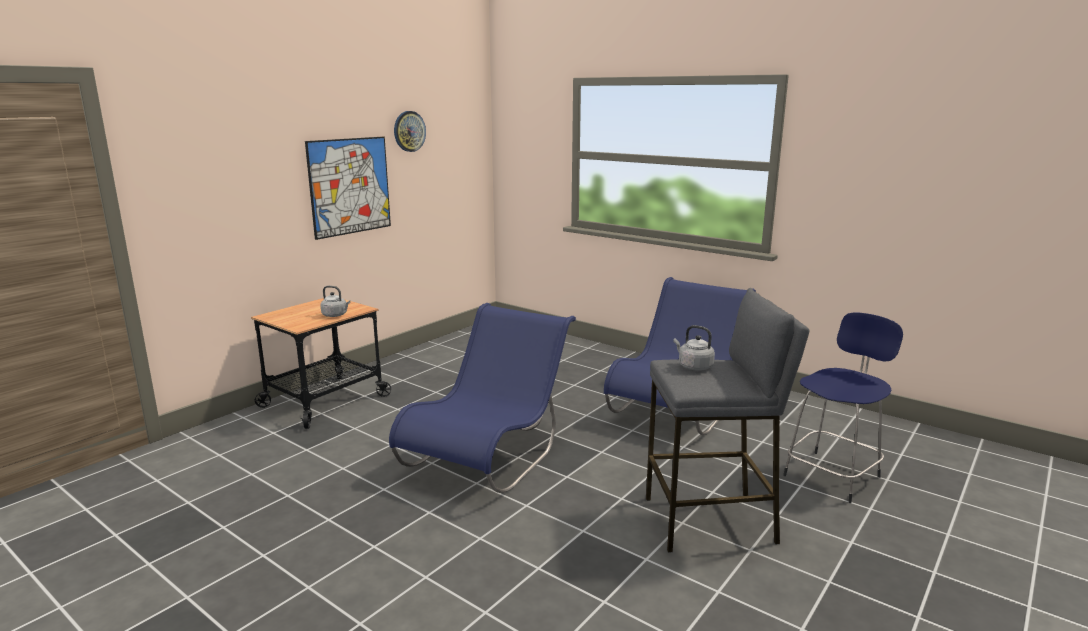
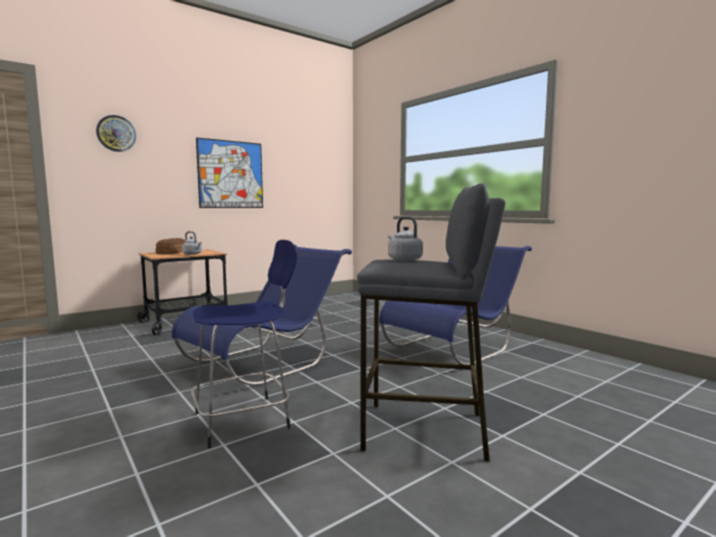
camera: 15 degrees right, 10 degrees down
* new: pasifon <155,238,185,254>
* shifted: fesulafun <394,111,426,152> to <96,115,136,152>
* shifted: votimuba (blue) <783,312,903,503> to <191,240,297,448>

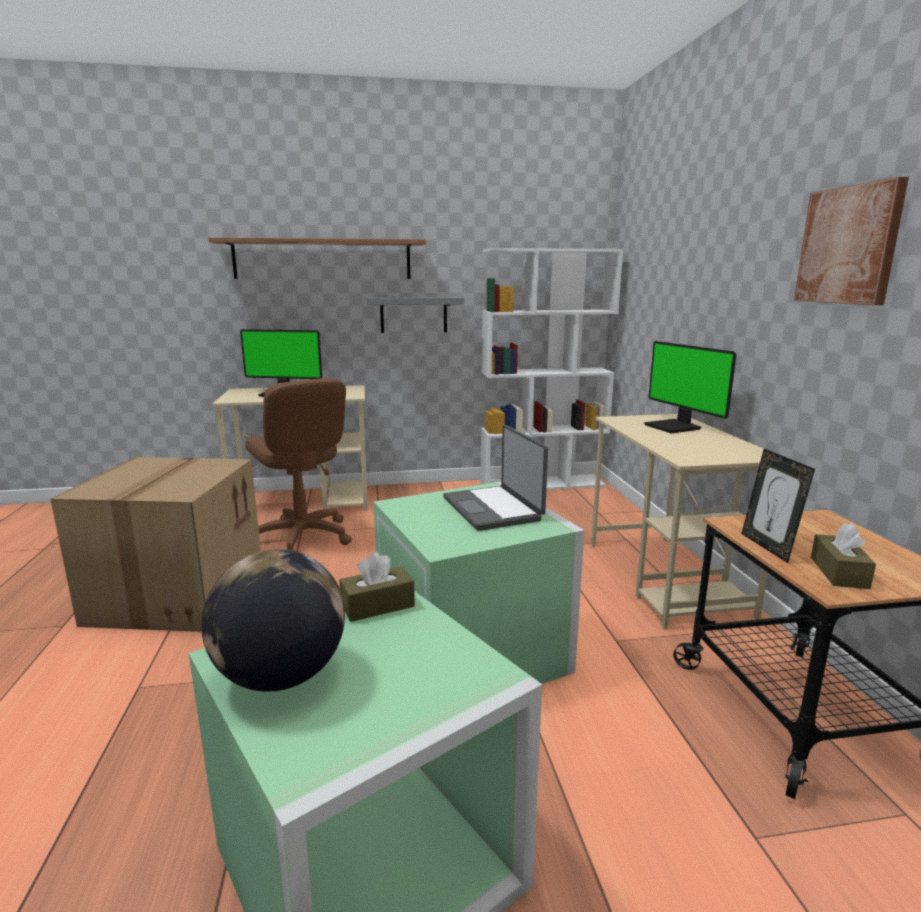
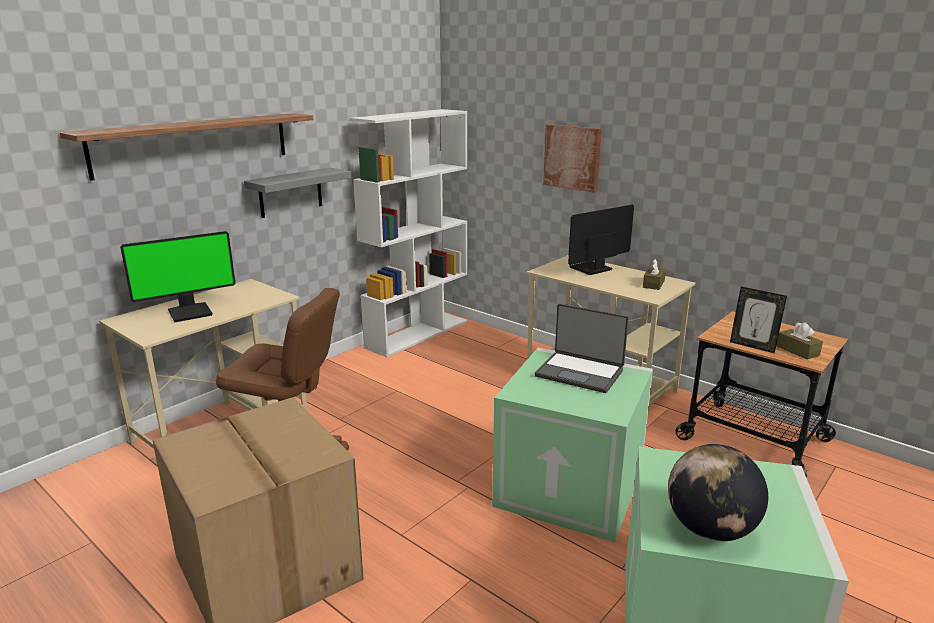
camera: 40 degrees left, 5 degrees up
* shifted: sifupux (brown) <339,552,415,622> to <643,259,666,290>
* shifted: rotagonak <794,177,909,305> to <543,124,602,193>
* rotated: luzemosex <644,341,737,433> = <568,205,634,275> 120 degrees clockwise

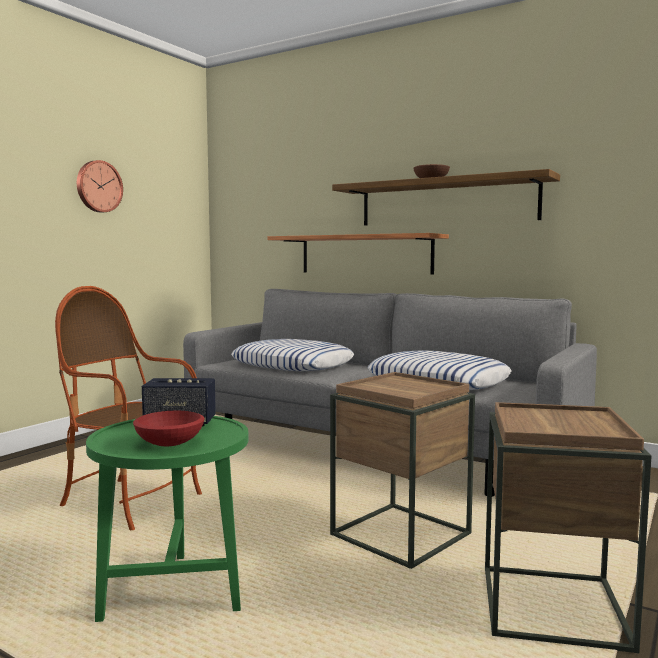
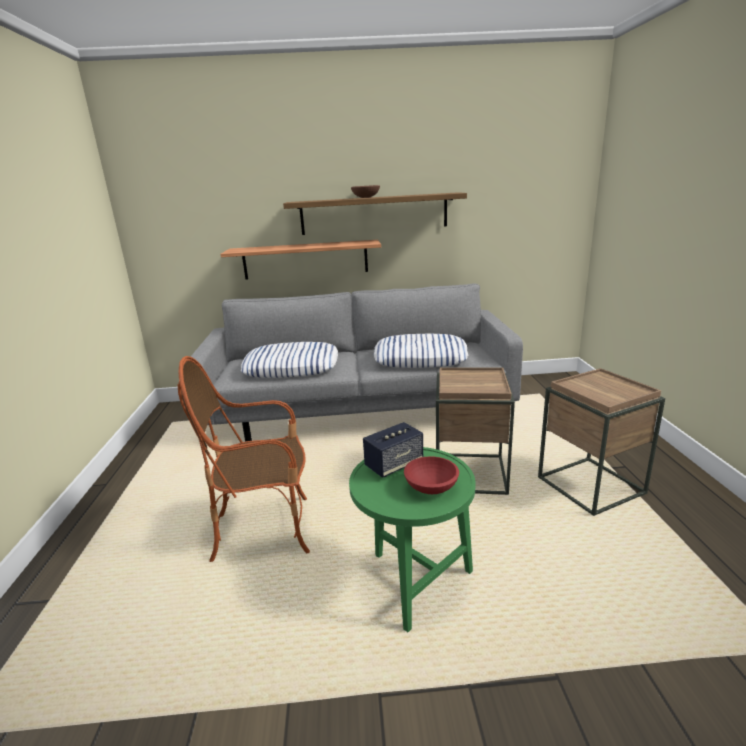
camera: 35 degrees left, 15 degrees up
* gone: fesulafun <77,160,123,213>

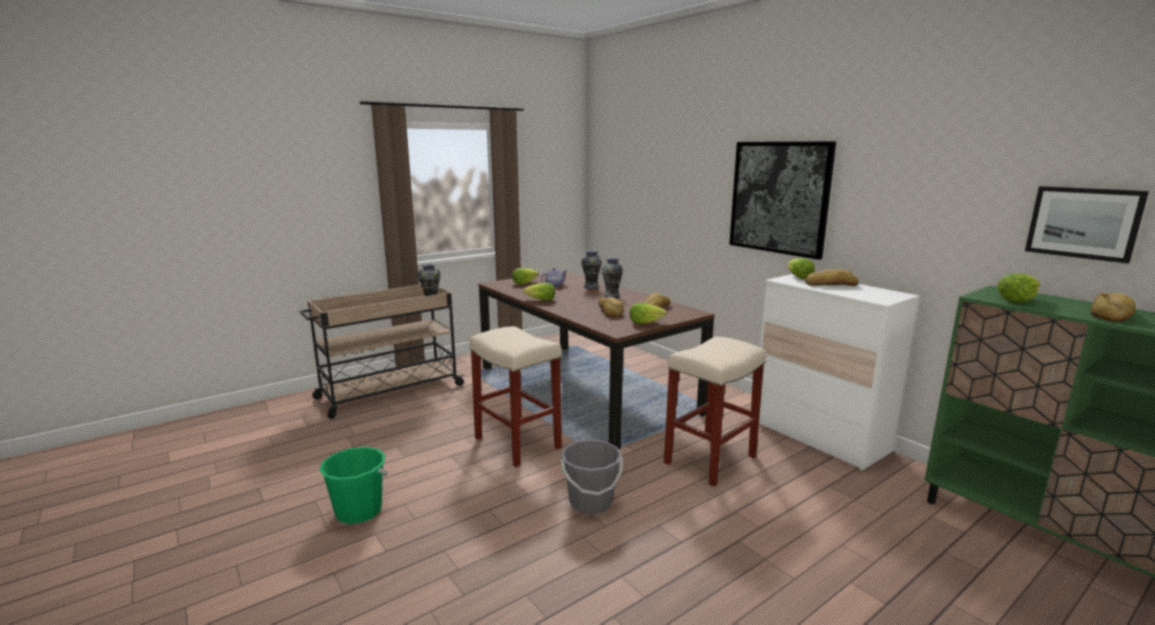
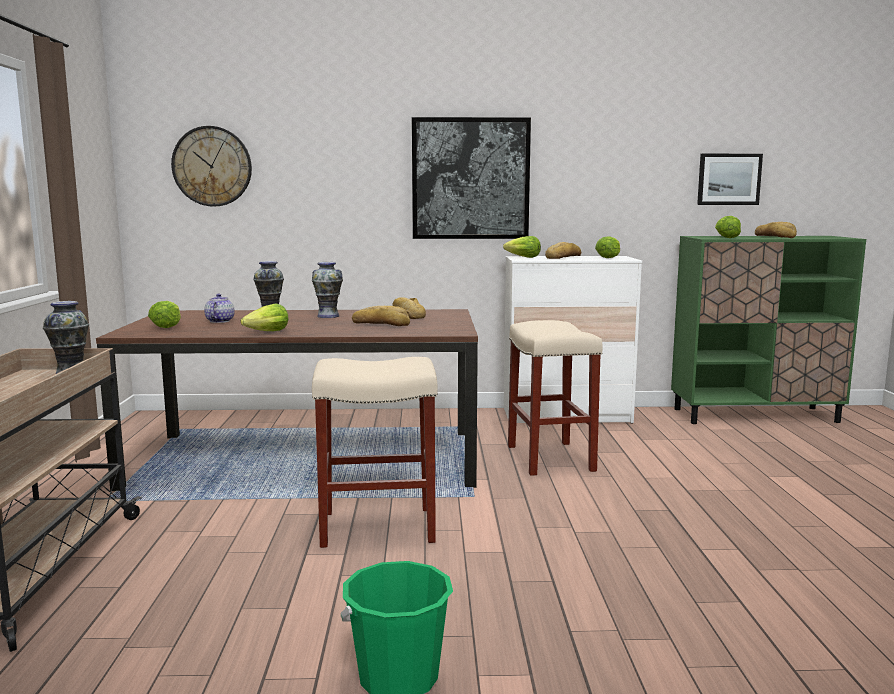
camera: 55 degrees left, 5 degrees down
* gone: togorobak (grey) <561,439,623,514>
* new: fesulafun <171,126,252,207>
* shifted: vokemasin <630,303,667,324> to <595,236,620,258>

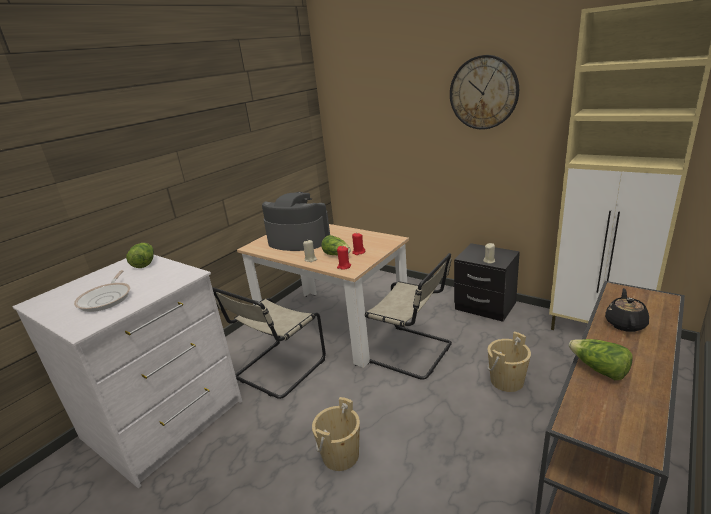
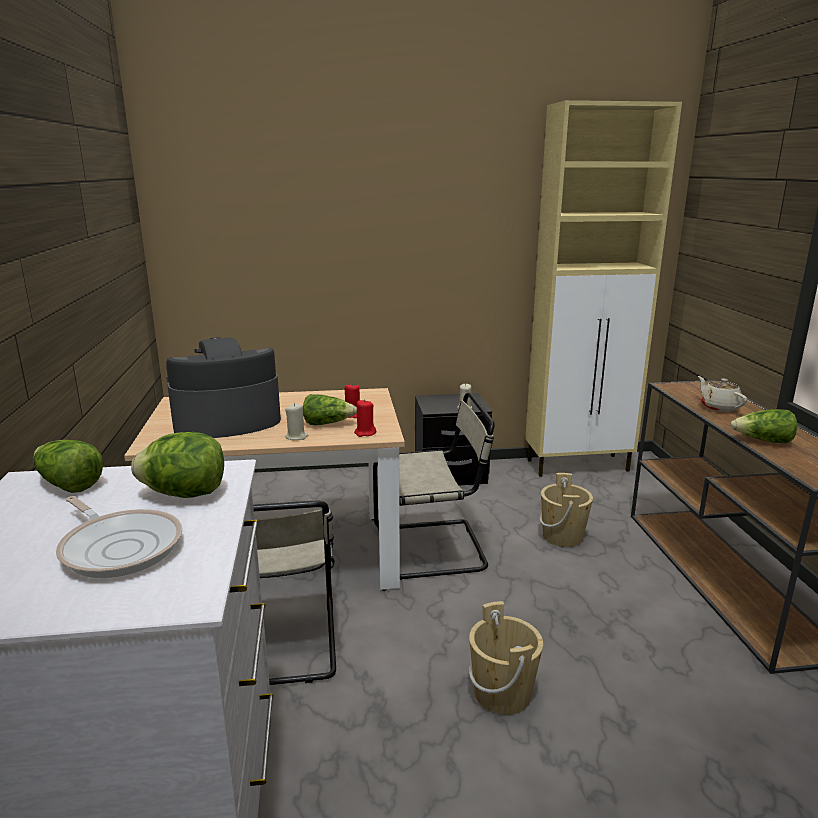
camera: 45 degrees left, 5 degrees down
* gone: fesulafun <450,55,519,130>
* new: vokemasin <131,432,224,498>
* repainted: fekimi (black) <605,288,649,332> to fekimi (beige) <698,376,747,412>

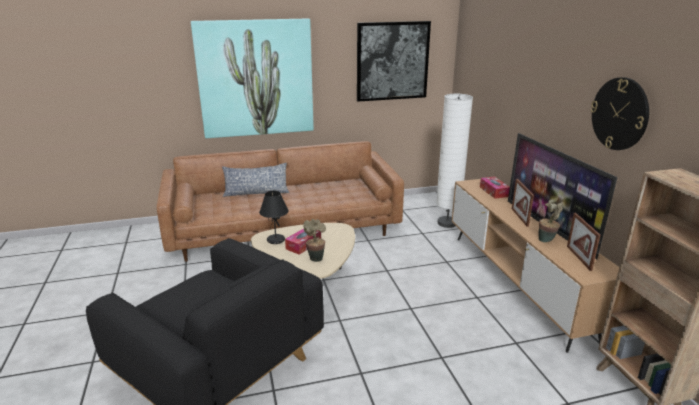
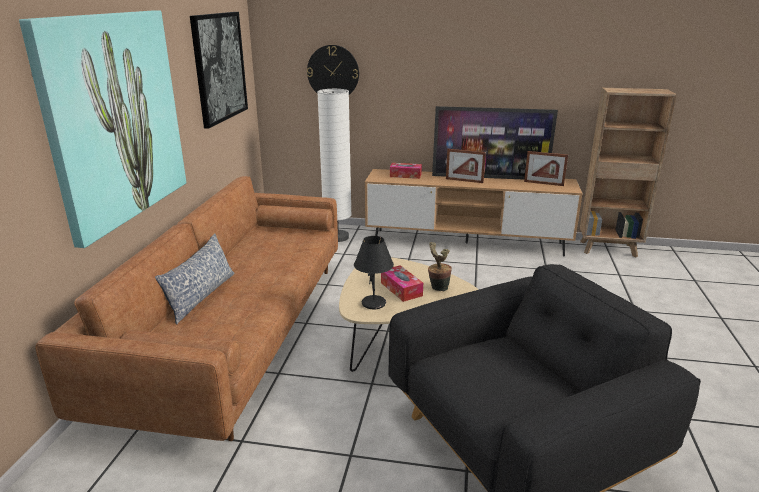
camera: 65 degrees left, 0 degrees up
* gone: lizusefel <538,199,563,243>
* shifted: fesulafun <590,77,649,150> to <307,45,359,95>

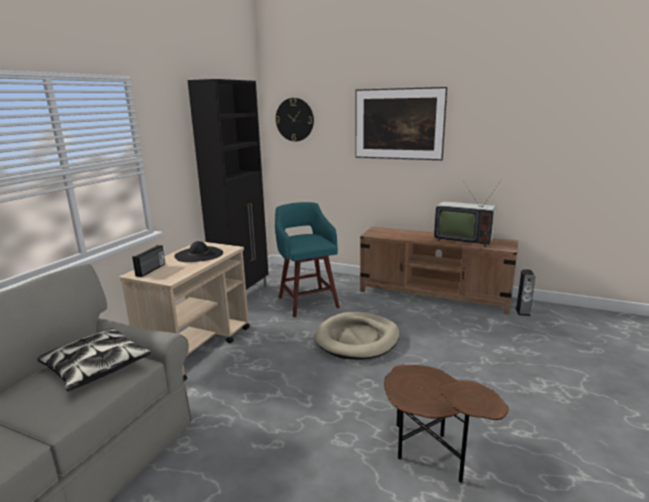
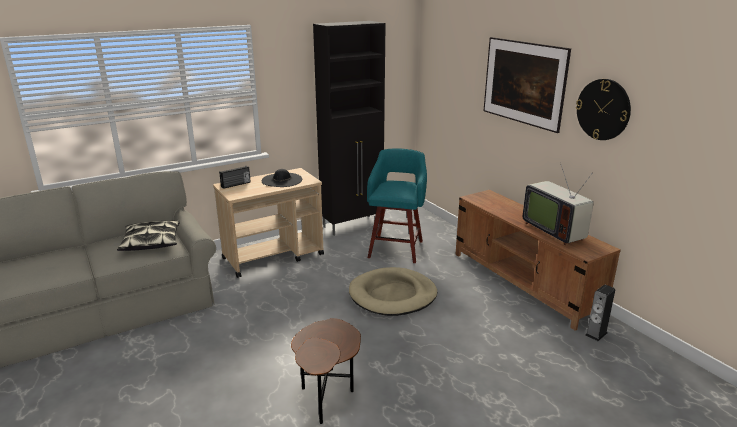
camera: 35 degrees right, 5 degrees up
* shifted: fesulafun <275,98,314,141> to <576,79,631,140>

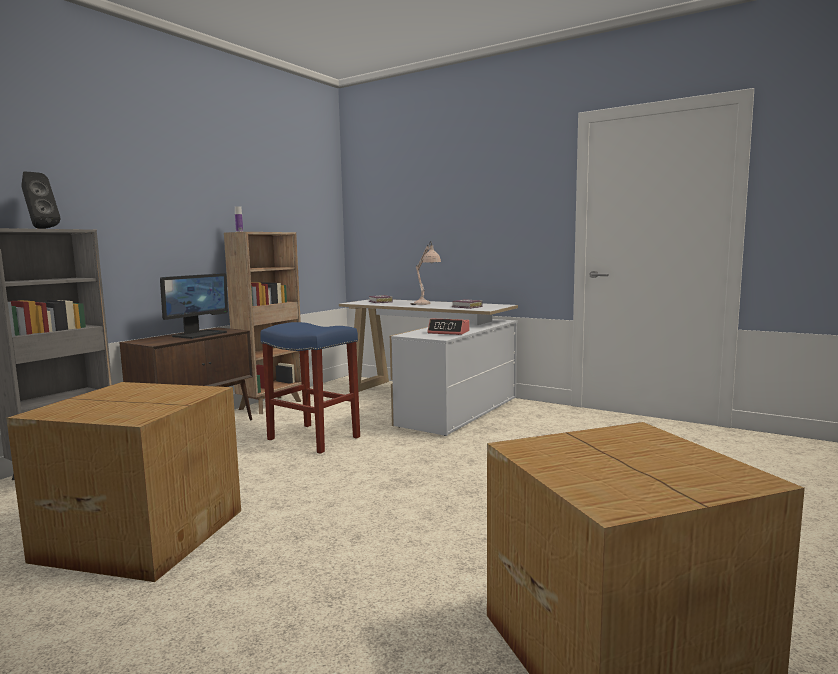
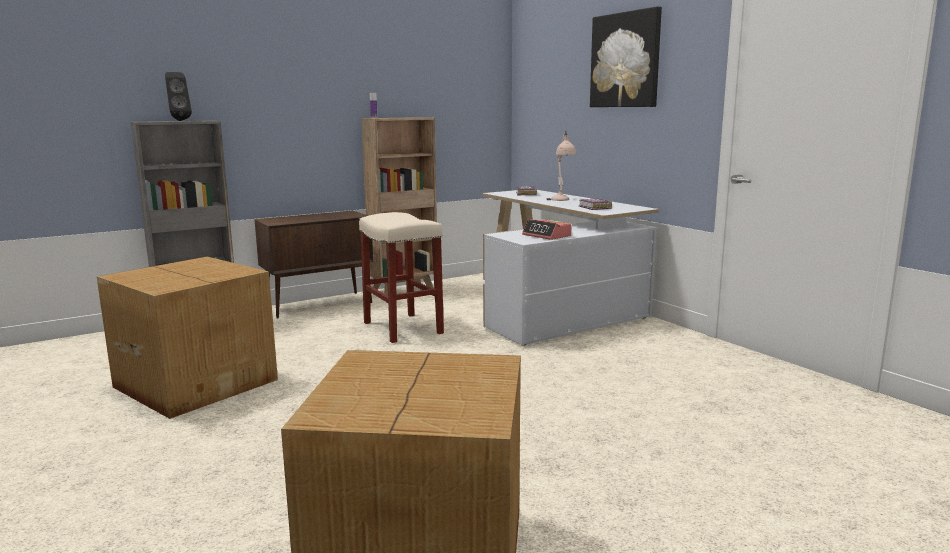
camera: 25 degrees right, 5 degrees up
* gone: luzemosex <160,273,228,339>
* new: rotagonak <590,6,662,107>
* repainted: votimuba (blue) <260,322,360,454> to votimuba (beige) <359,212,444,343>

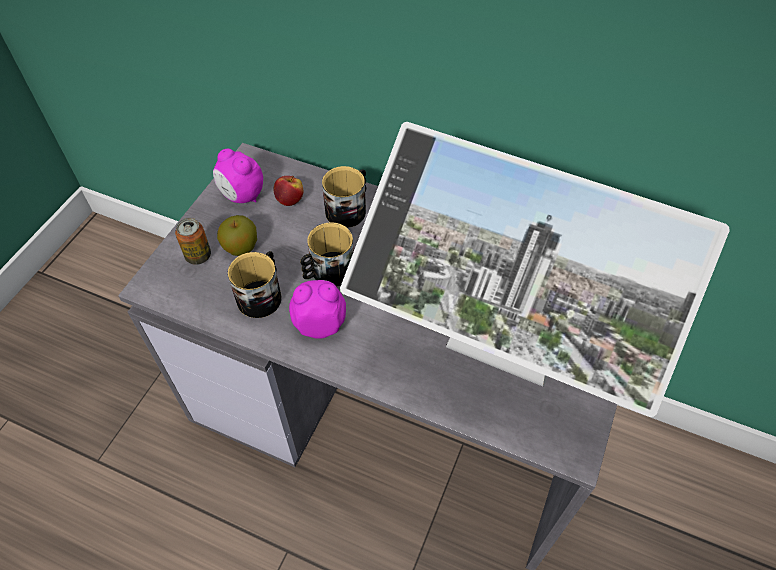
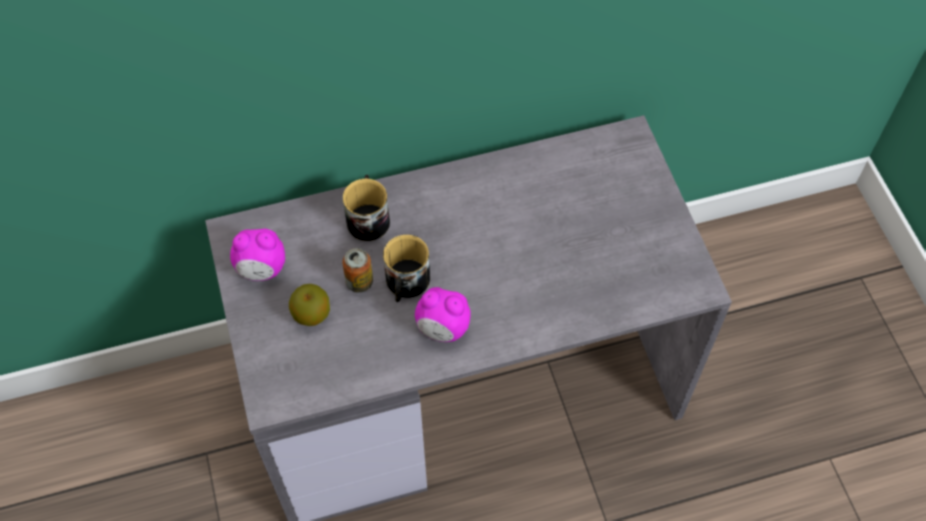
camera: 40 degrees left, 5 degrees up
* gone: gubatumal <228,251,282,318>
* gone: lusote <274,176,303,206>
* gone: luzemosex <340,122,730,417>
* shifted: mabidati <175,218,211,265> to <342,248,373,293>
* rotated: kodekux <289,280,346,339> = <415,287,471,342> 120 degrees counterclockwise

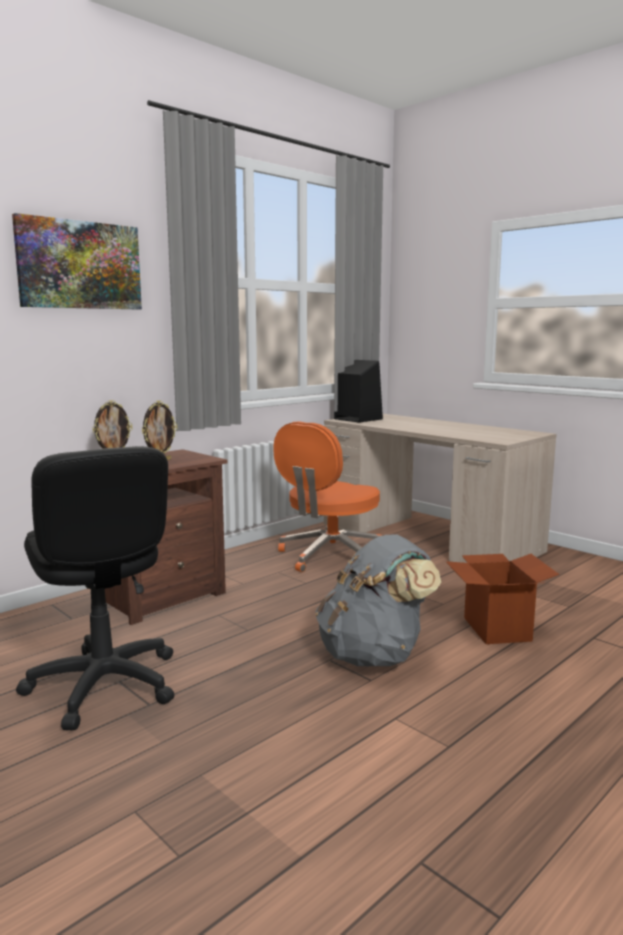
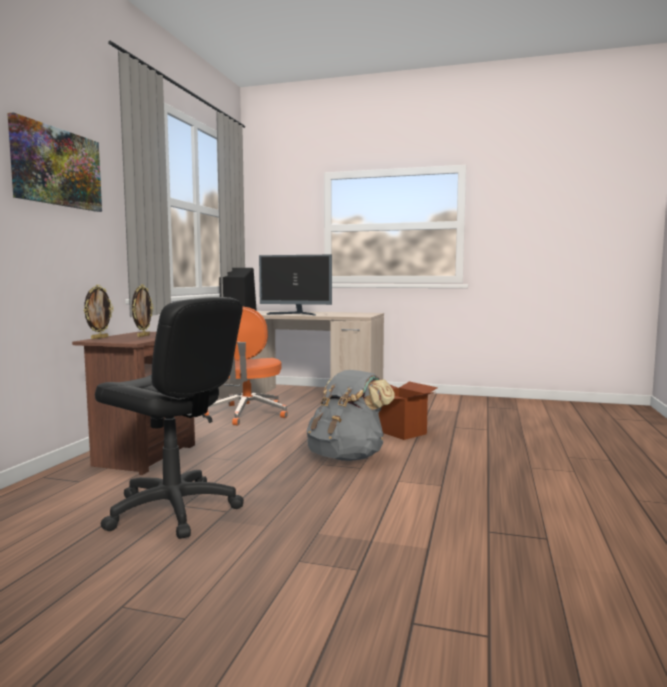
camera: 30 degrees left, 5 degrees down
* new: luzemosex <259,255,332,316>

